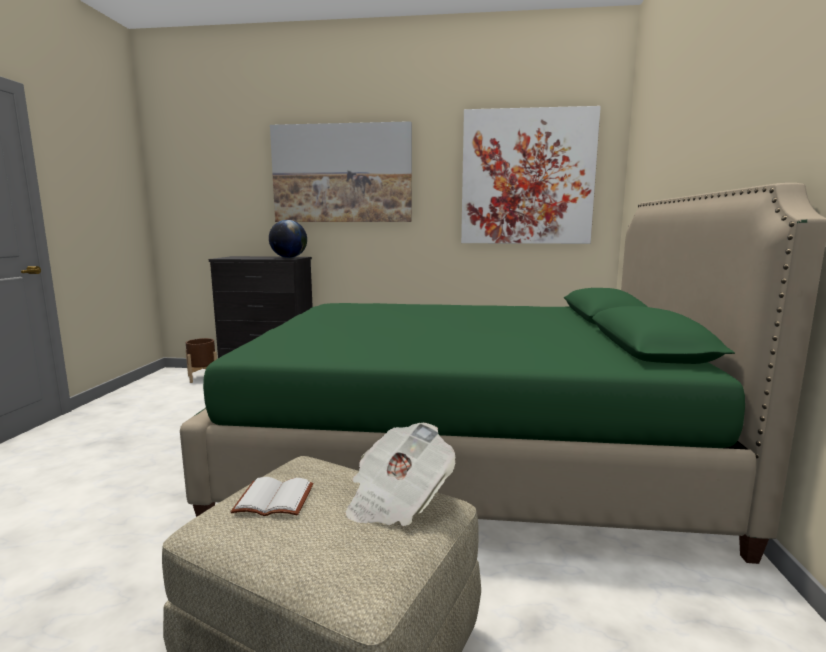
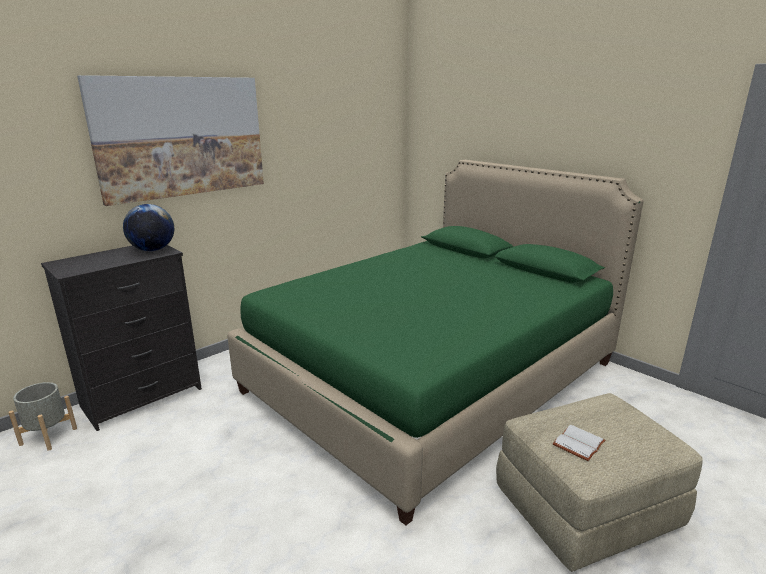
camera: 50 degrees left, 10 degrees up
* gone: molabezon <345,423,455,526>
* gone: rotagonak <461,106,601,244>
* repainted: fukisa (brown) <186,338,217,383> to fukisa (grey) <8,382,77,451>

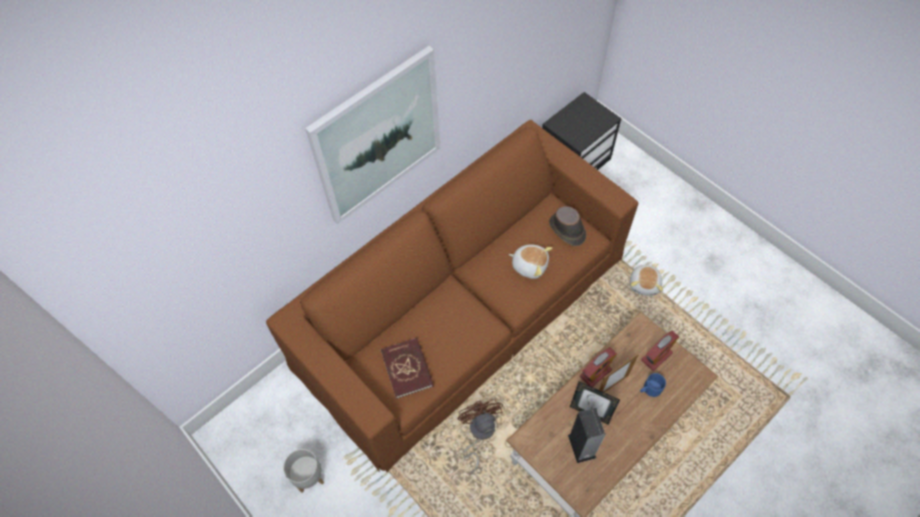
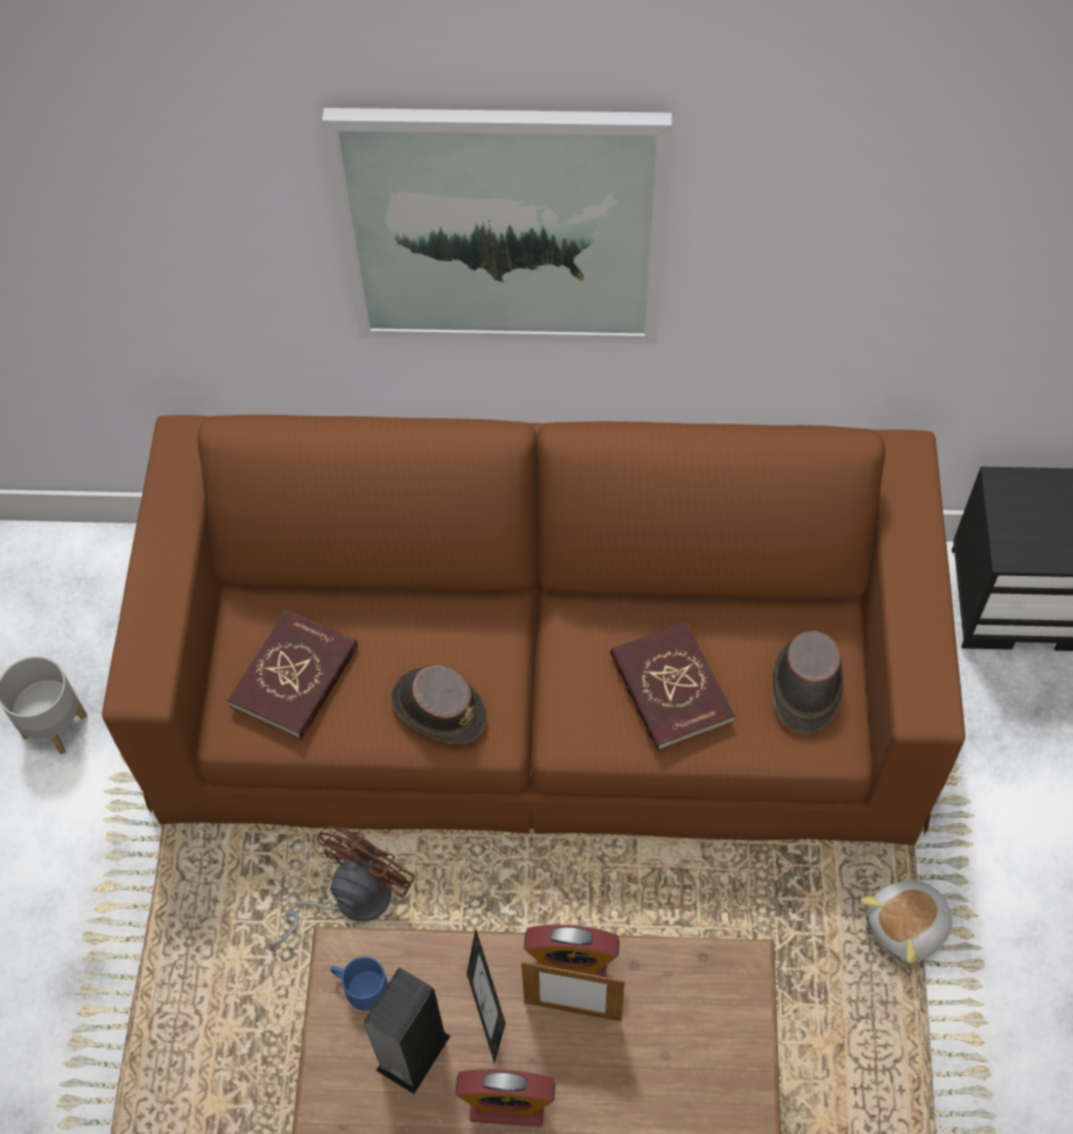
camera: 45 degrees right, 0 degrees up
* new: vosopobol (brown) <391,665,487,744>
* shifted: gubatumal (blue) <640,373,666,397> to <330,957,388,1011>
* shifted: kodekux <641,331,679,371> to <456,1069,555,1127>
* swapped: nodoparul <509,244,553,279> to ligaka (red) <610,621,735,751>

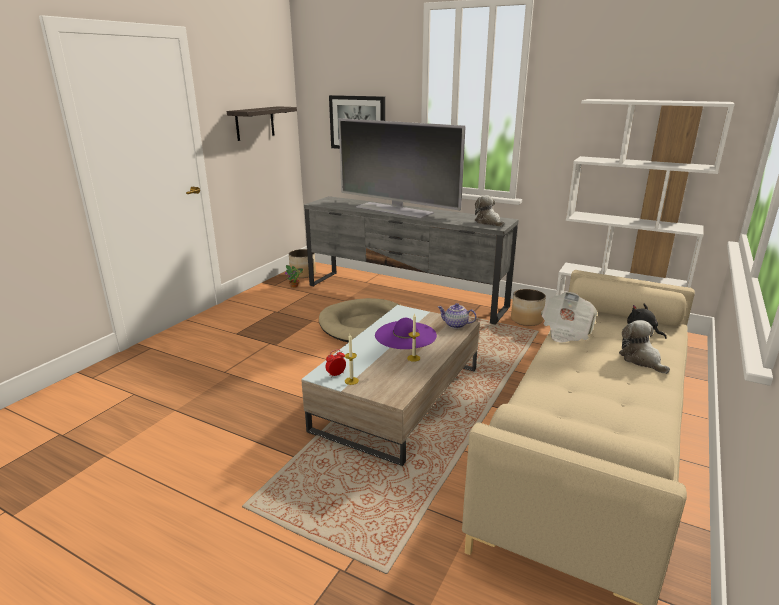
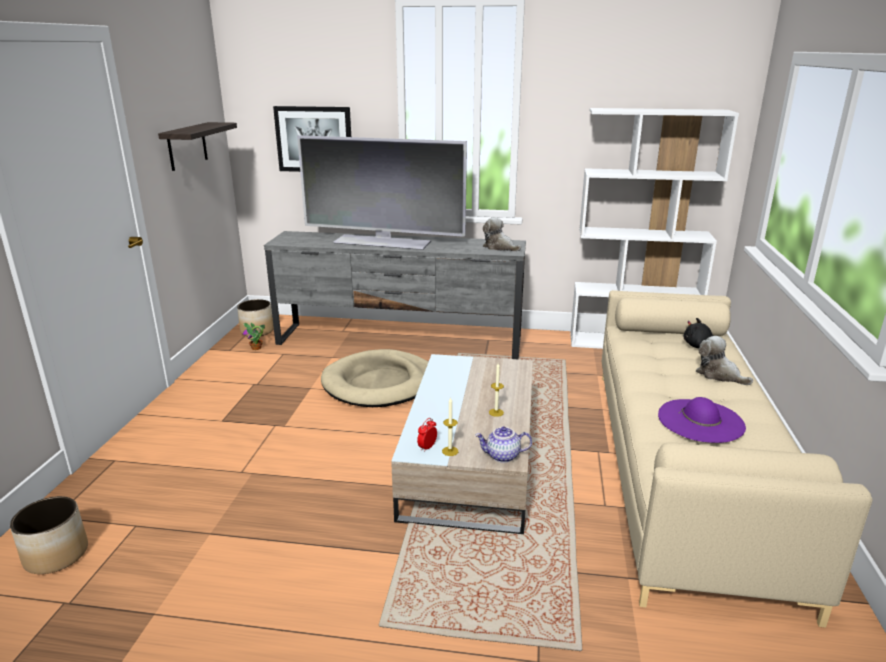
camera: 20 degrees left, 0 degrees up
* gone: molabezon <541,292,598,343>
* shifted: vosopobol (purple) <375,318,437,349> to <658,397,746,443>
* shifted: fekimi <438,303,477,329> to <475,426,532,463>
* shifted: fukisa <511,289,546,326> to <10,496,88,574>

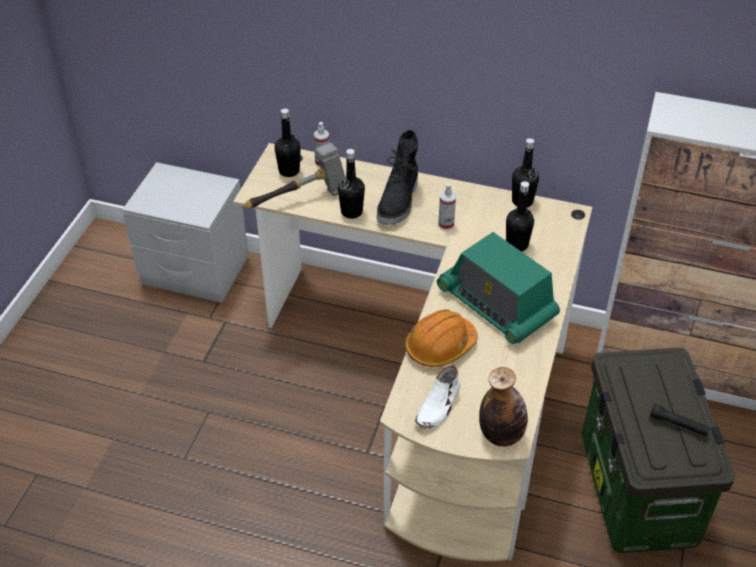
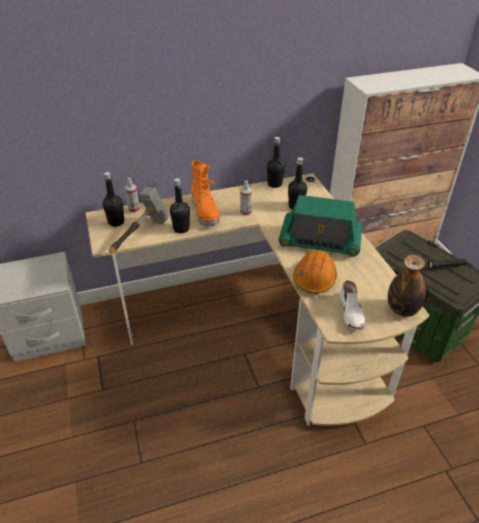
camera: 35 degrees left, 5 degrees down
* repainted: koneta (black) <377,130,418,225> to koneta (orange) <191,160,220,227>

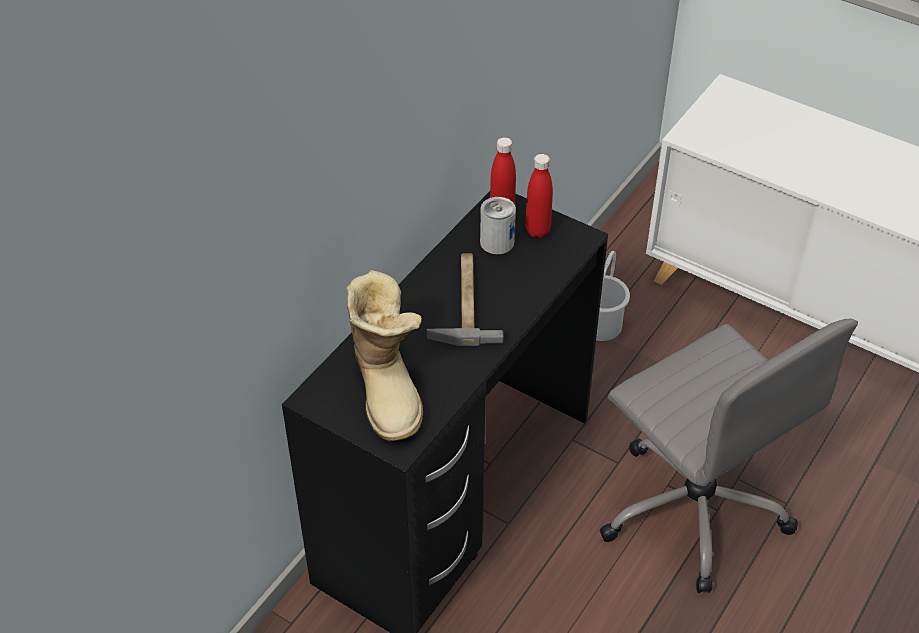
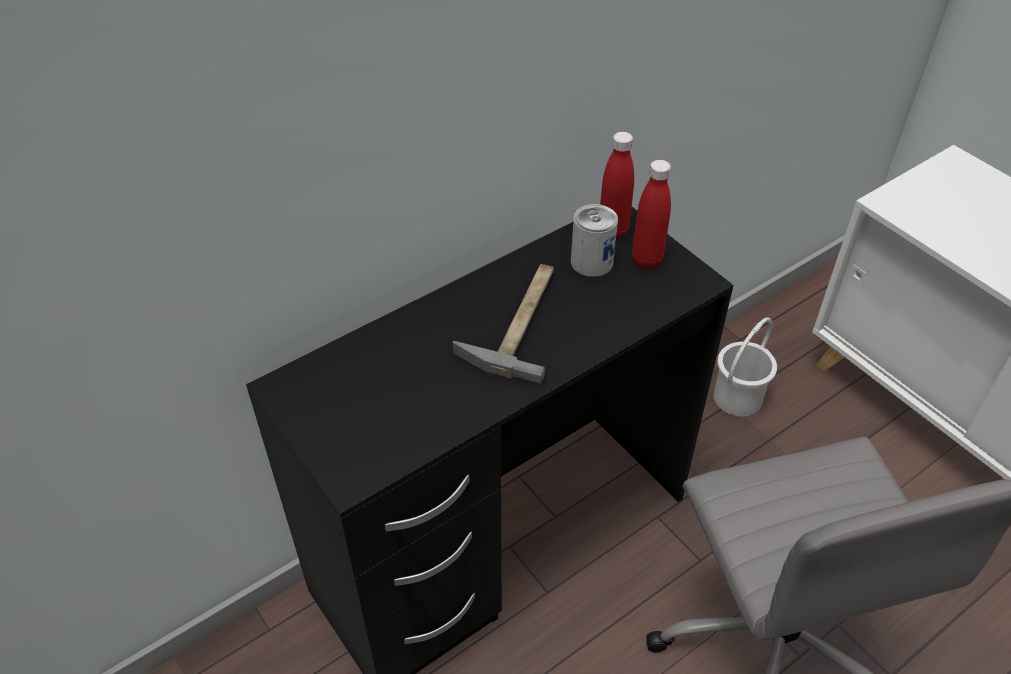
camera: 20 degrees right, 0 degrees up
* gone: koneta <346,270,423,441>

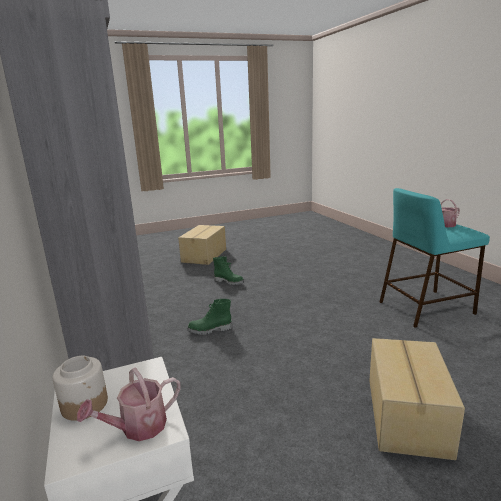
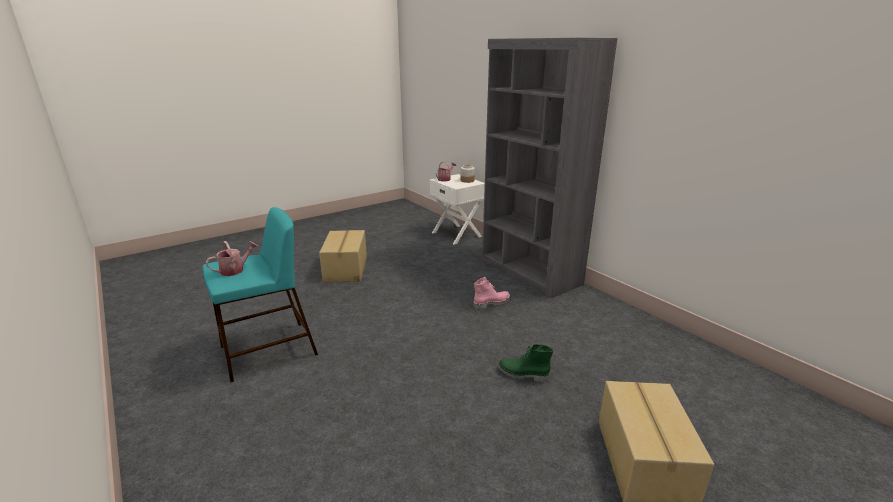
camera: 165 degrees right, 5 degrees up
* repainted: koneta (green) <187,299,232,335> to koneta (pink) <474,277,510,310>

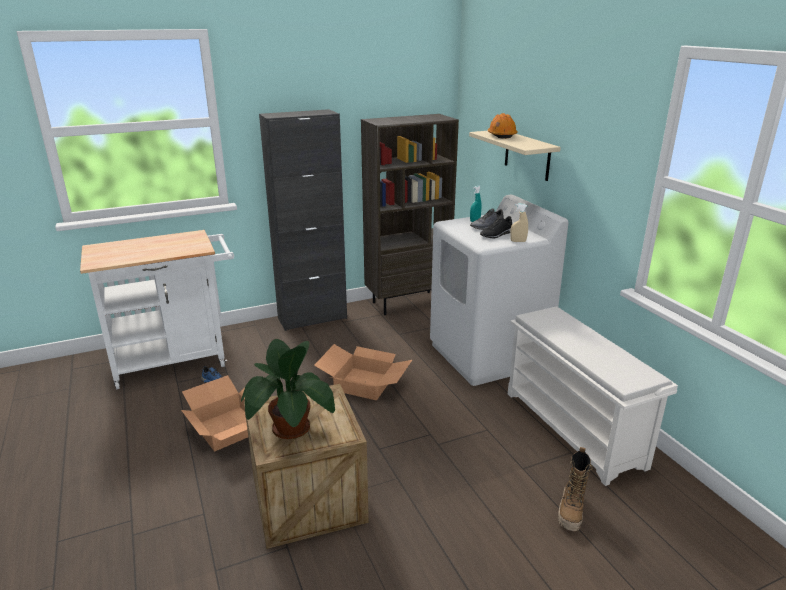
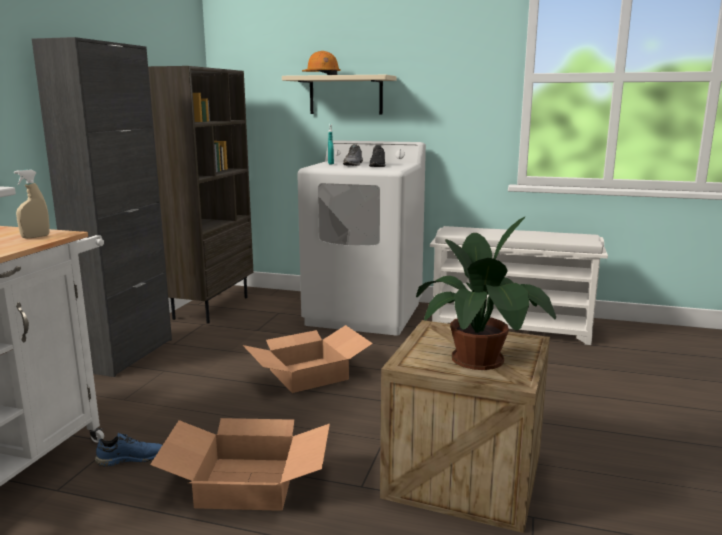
camera: 50 degrees left, 10 degrees down
* gone: koneta <558,447,592,531>
* shifted: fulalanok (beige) <510,204,528,242> to <14,170,50,239>

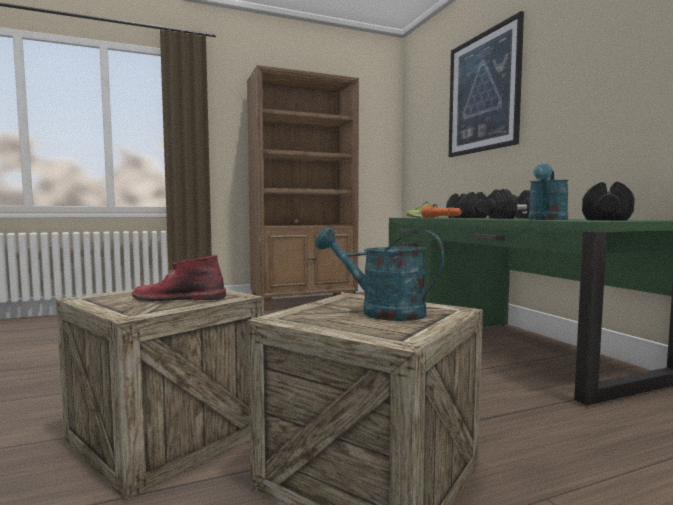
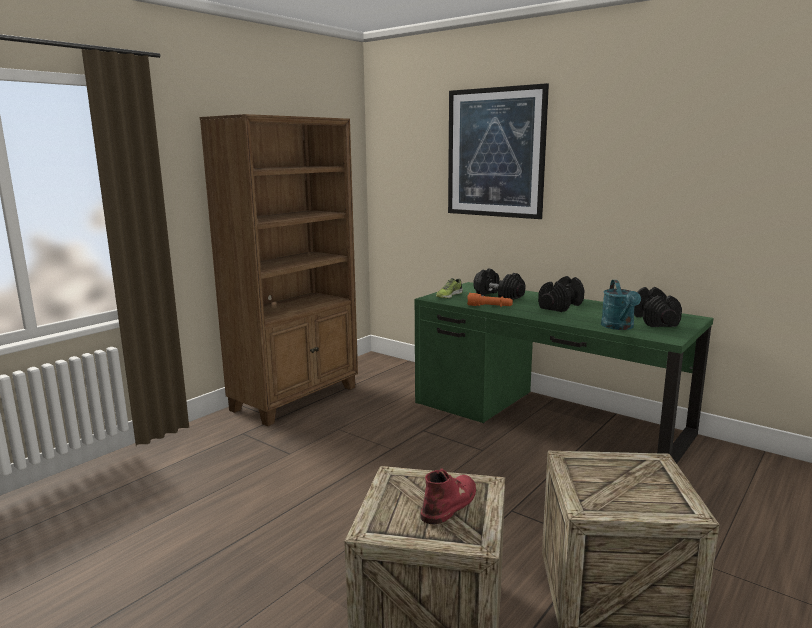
camera: 30 degrees left, 10 degrees up
* gone: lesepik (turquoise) <315,227,445,321>
* rotated: koneta (red) <132,255,226,301> = <421,469,476,524> 150 degrees clockwise

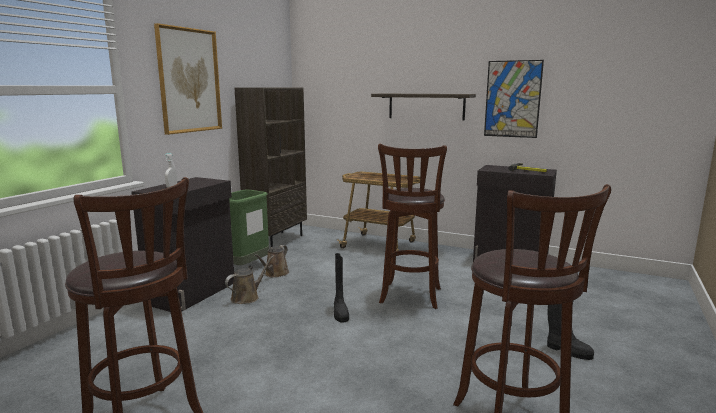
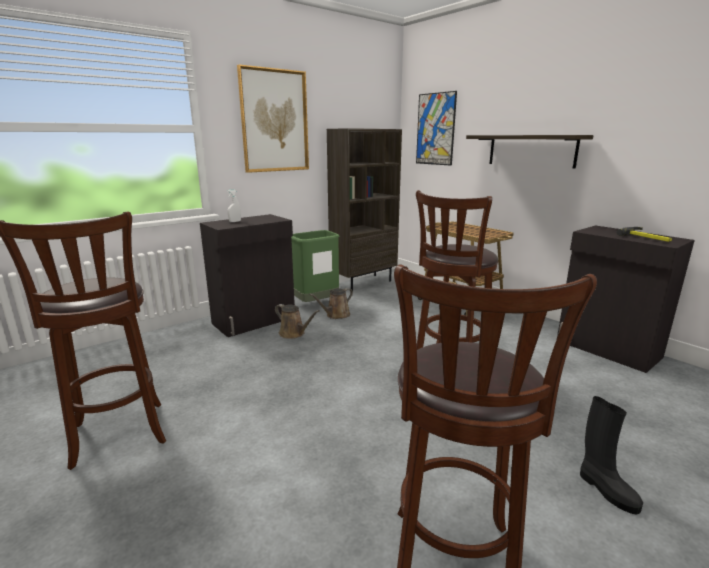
camera: 25 degrees right, 5 degrees up
* gone: koneta (black) <334,253,349,323>
* shifted: rotagonak <484,60,544,138> to <416,91,457,166>
* rotated: lesepik (brown) <225,255,274,304> = <275,304,319,339> 60 degrees clockwise

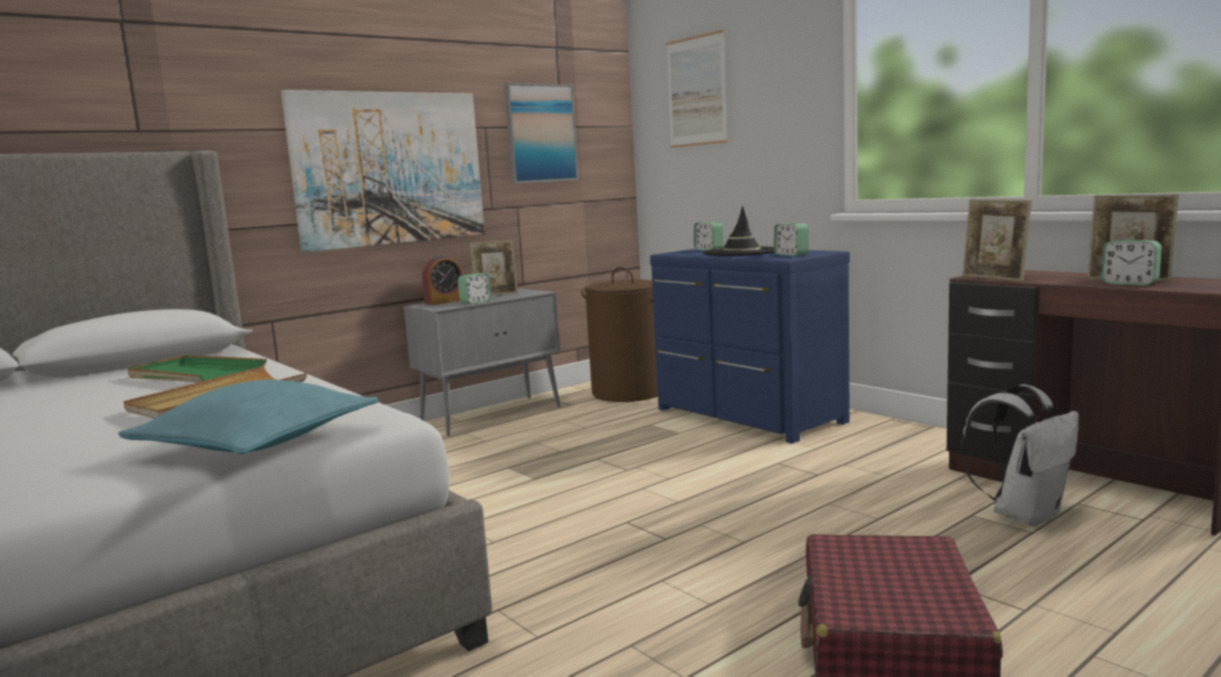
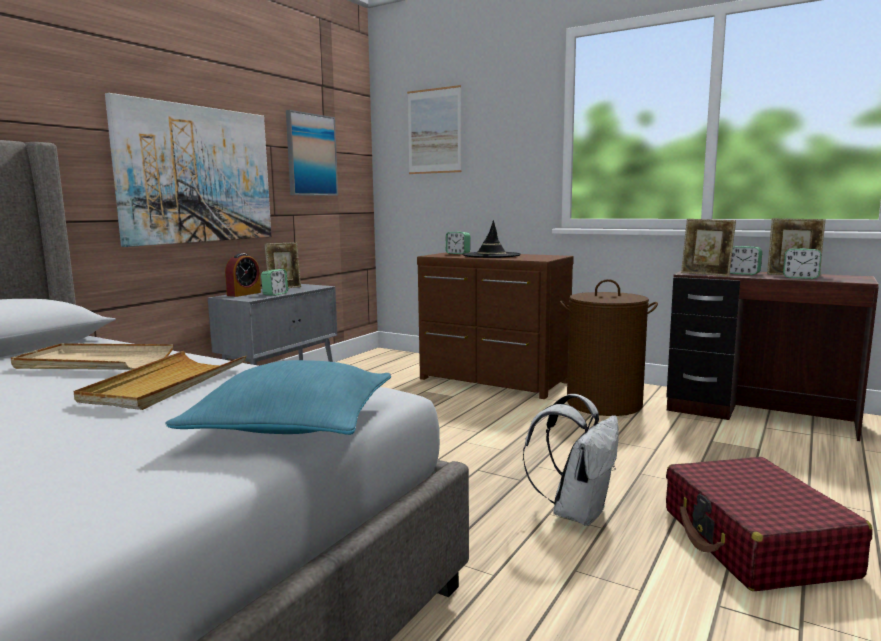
camera: 20 degrees left, 0 degrees up
* shifted: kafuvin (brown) <581,267,658,402> to <560,279,658,416>
* shifted: kodekux <774,223,809,256> to <730,246,762,275>
* shifted: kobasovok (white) <960,384,1079,527> to <523,394,619,526>
* repainted: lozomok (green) <127,355,267,382> to lozomok (beige) <11,343,173,370>
* repainted: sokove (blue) <650,249,850,444> to sokove (brown) <417,252,574,399>

